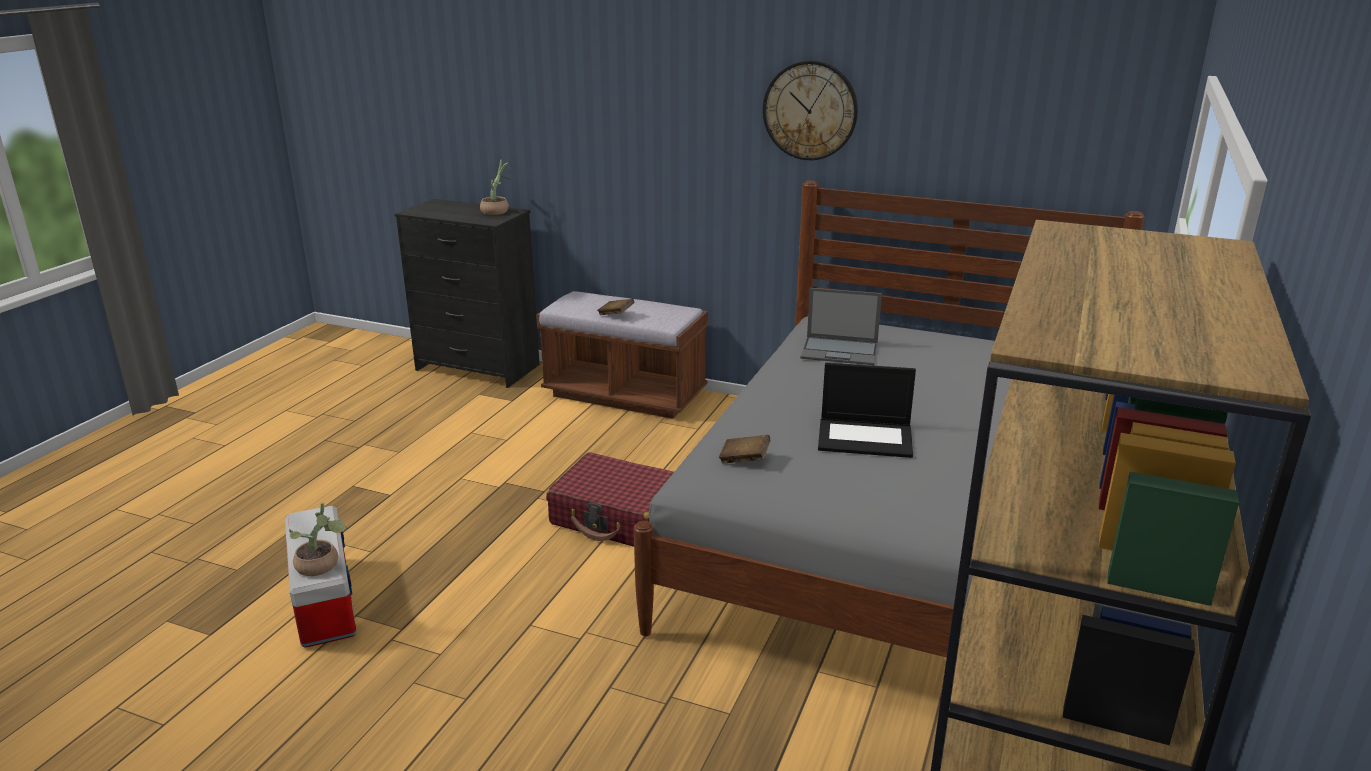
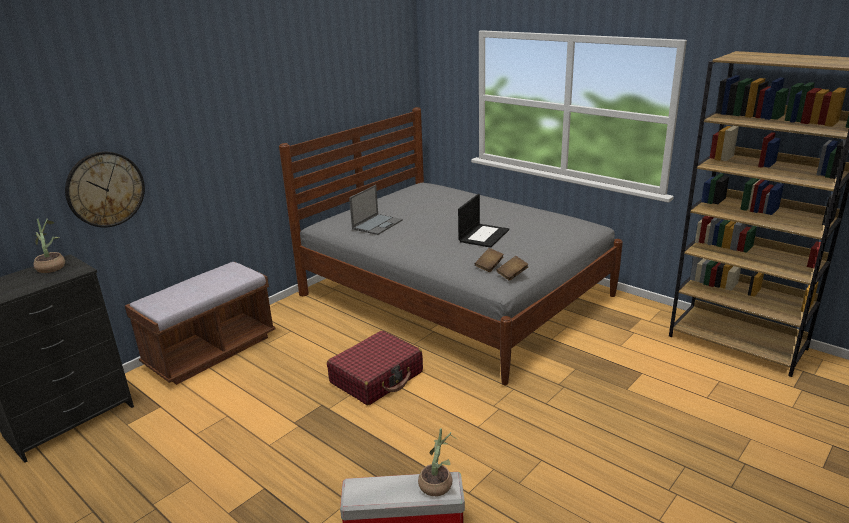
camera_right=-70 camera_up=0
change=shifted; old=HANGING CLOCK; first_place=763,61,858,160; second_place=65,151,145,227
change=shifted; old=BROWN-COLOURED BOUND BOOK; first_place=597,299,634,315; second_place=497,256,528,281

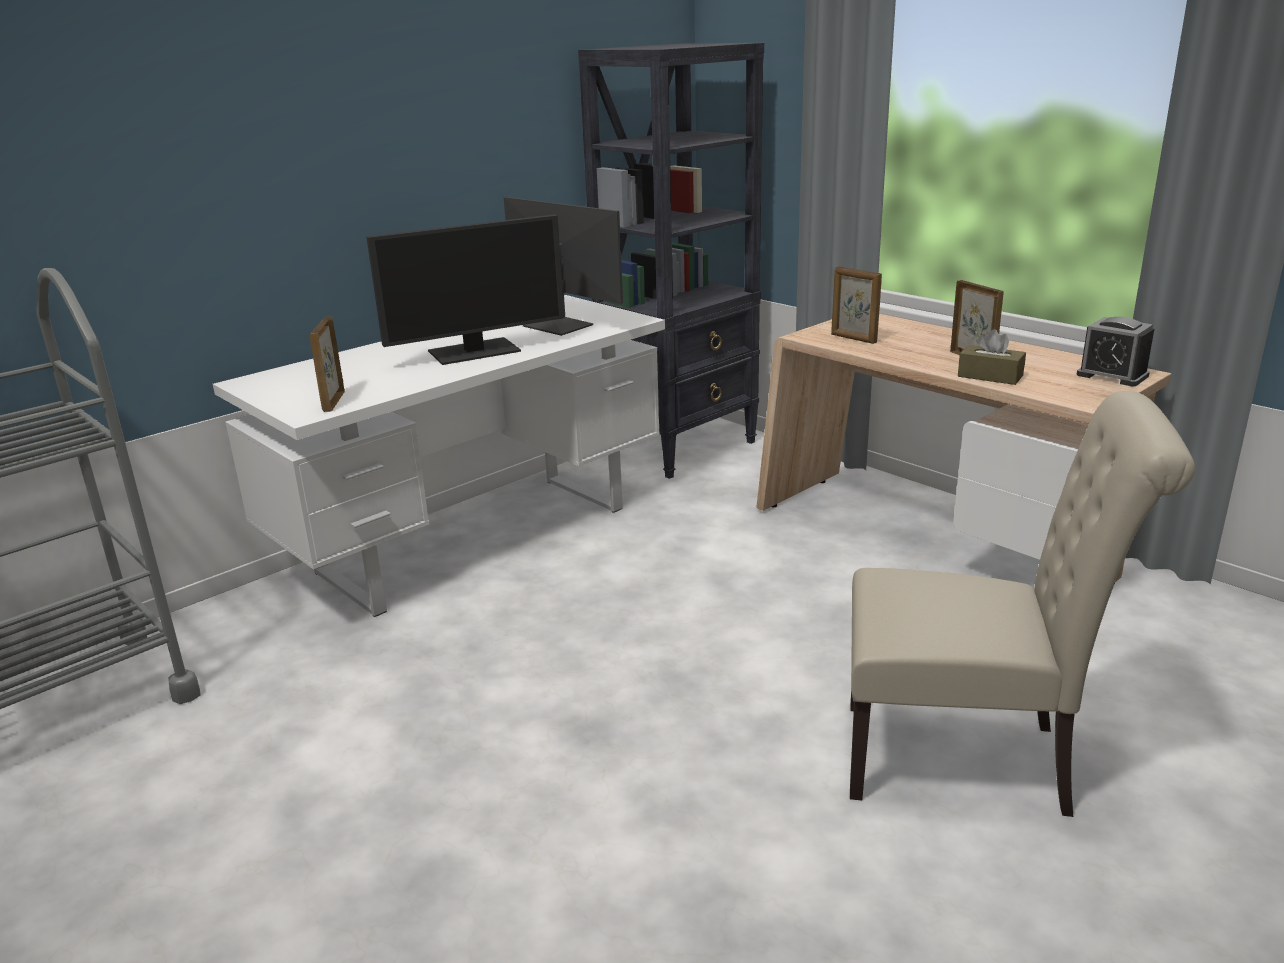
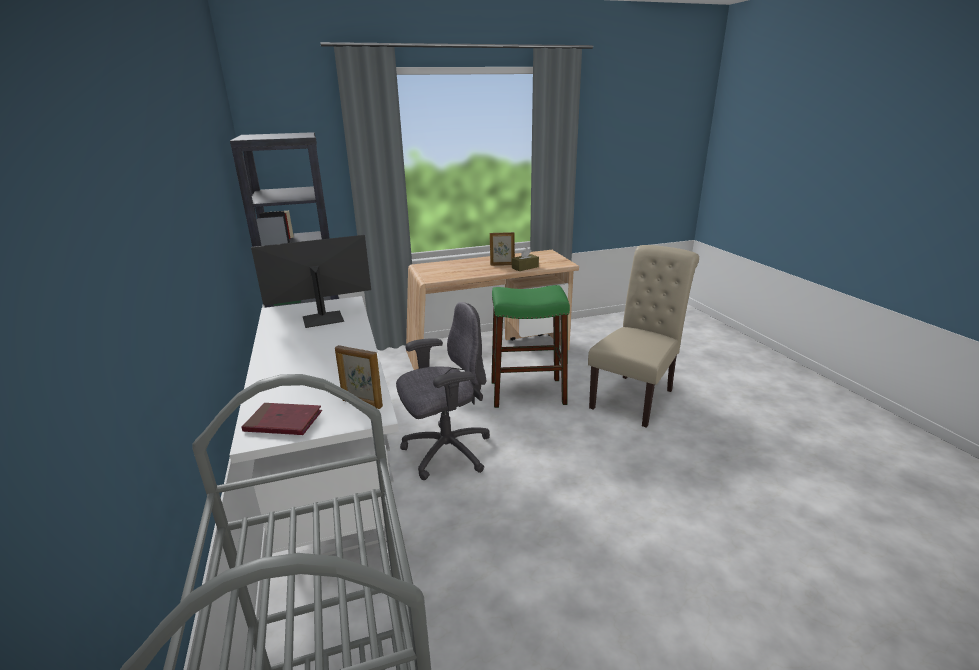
camera_right=-65 camera_up=0
change=gone; old=MONITOR; first_place=367,214,564,365
change=gone; old=PHOTO FRAME; first_place=831,266,882,344
change=gone; old=ALARM CLOCK; first_place=1077,317,1154,386
change=new; new=GREENISH STOOL SEAT; second_place=491,285,570,408
change=new; new=GRAY DESK CHAIR; second_place=396,302,490,480
change=new; new=REDDISH BOUND BOOK; second_place=241,403,322,435

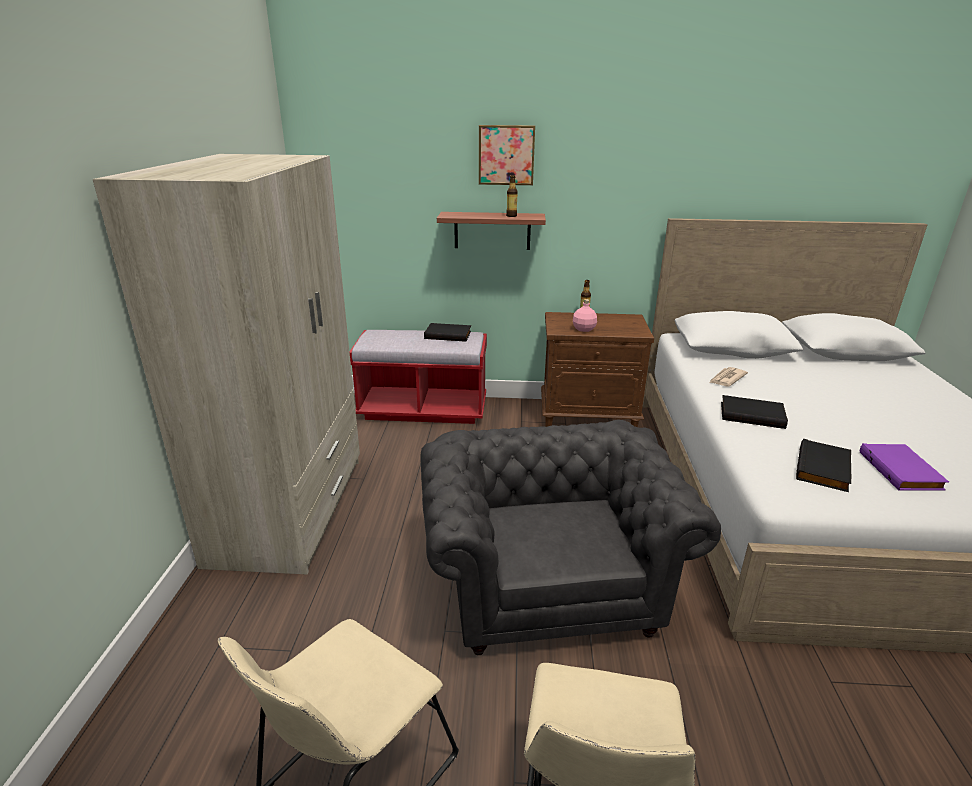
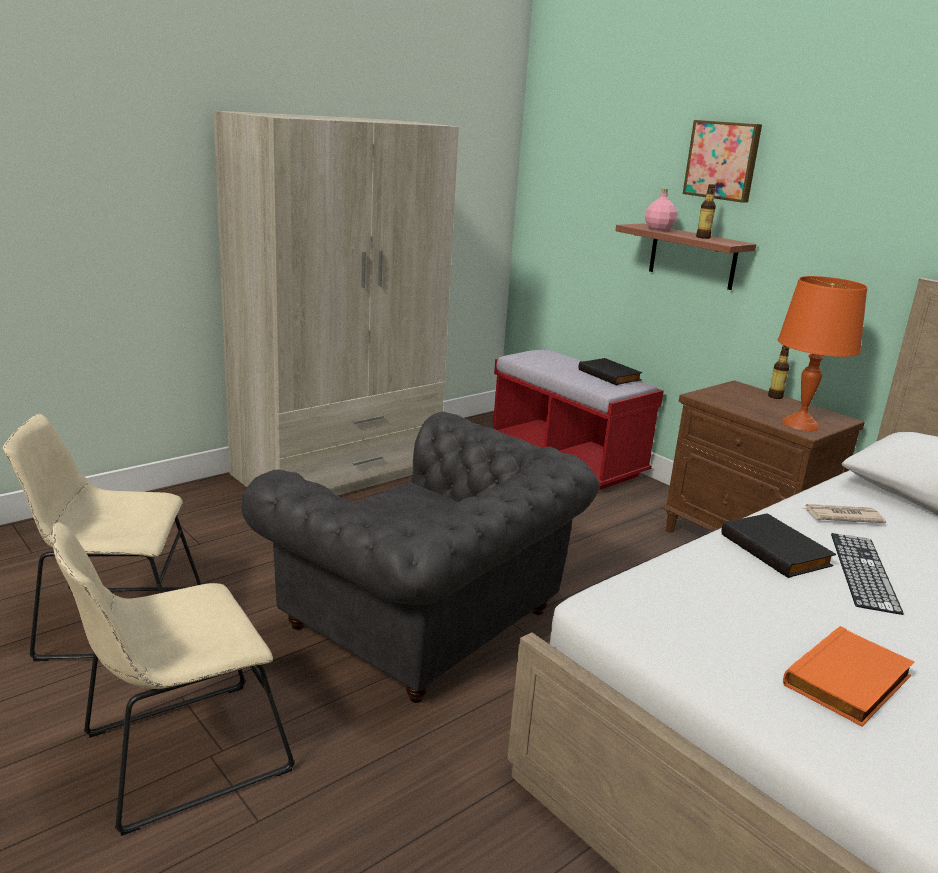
camera_right=45 camera_up=-5
change=shifted; old=PINK-COLOURED BEVERAGE BOTTLE; first_place=573,299,597,332; second_place=645,188,677,231
change=rotated; old=GRAY EASY CHAIR; first_place=420,420,721,655; second_place=241,412,600,703; degrees=90
change=gone; old=BLACK BOUND BOOK; first_place=796,439,851,492
change=repainted; old=PURPLE BOUND BOOK; new=ORANGE BOUND BOOK; first_place=860,443,949,491; second_place=783,626,914,727
change=new; new=ORANGE TABLETOP LAMP; second_place=778,276,867,431
change=new; new=PC KEYBOARD; second_place=831,533,904,615

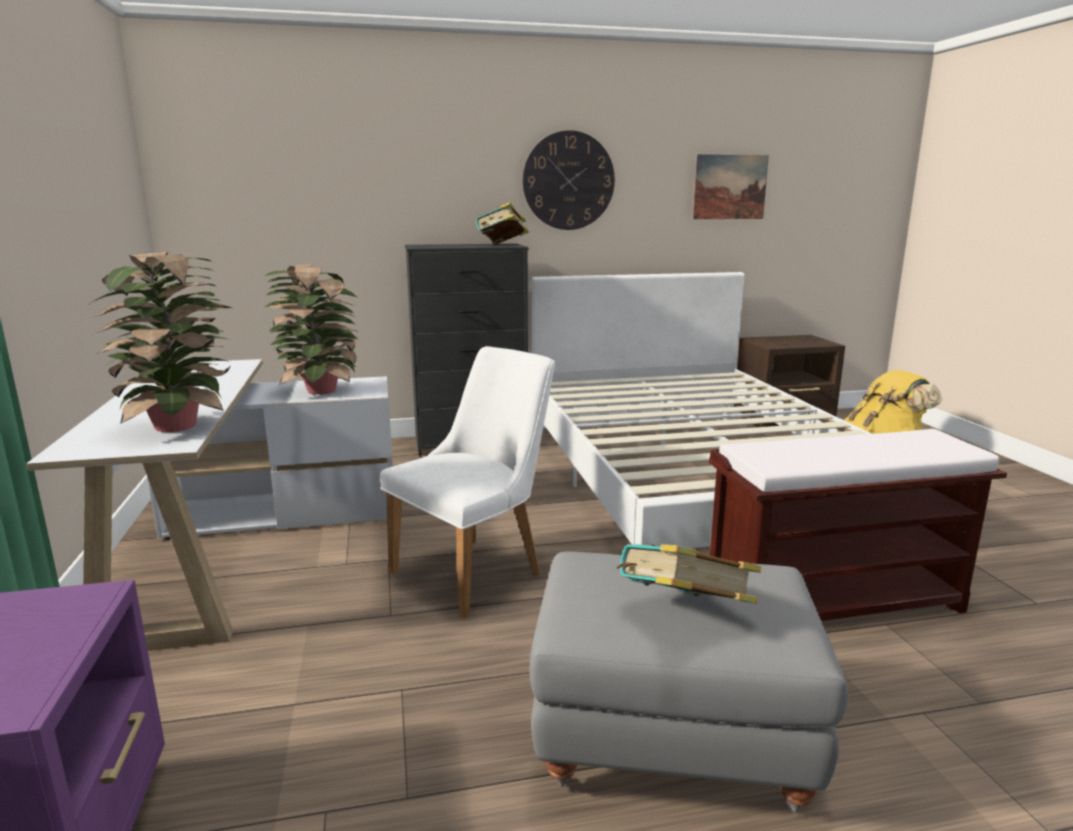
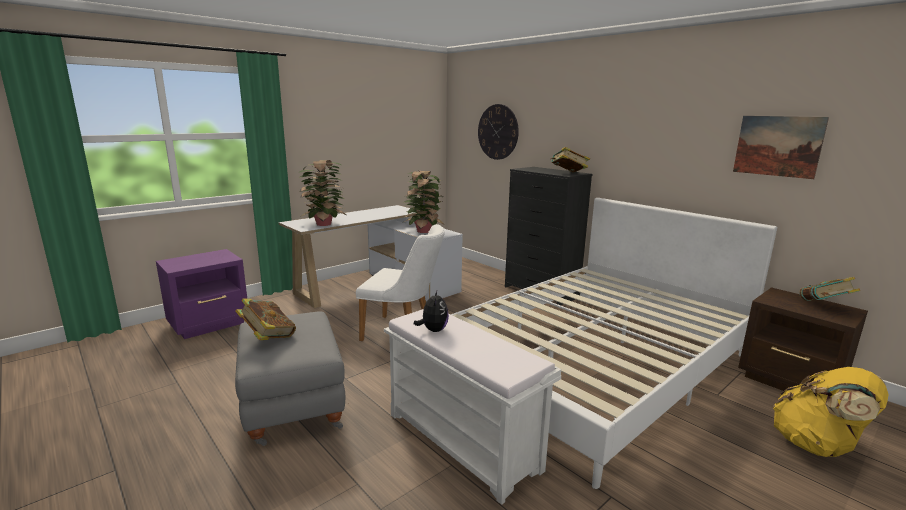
camera_right=60 camera_up=0
change=shifted; old=HANGING CLOCK; first_place=523,130,615,230; second_place=478,104,519,160
change=repainted; old=BROWN-COLOURED INDOOR BENCH; new=WHITE INDOOR BENCH; first_place=709,429,1007,621; second_place=384,309,561,505
change=new; new=BOUND BOOK; second_place=799,277,860,301
change=new; new=PLUSH TOY; second_place=414,291,449,332

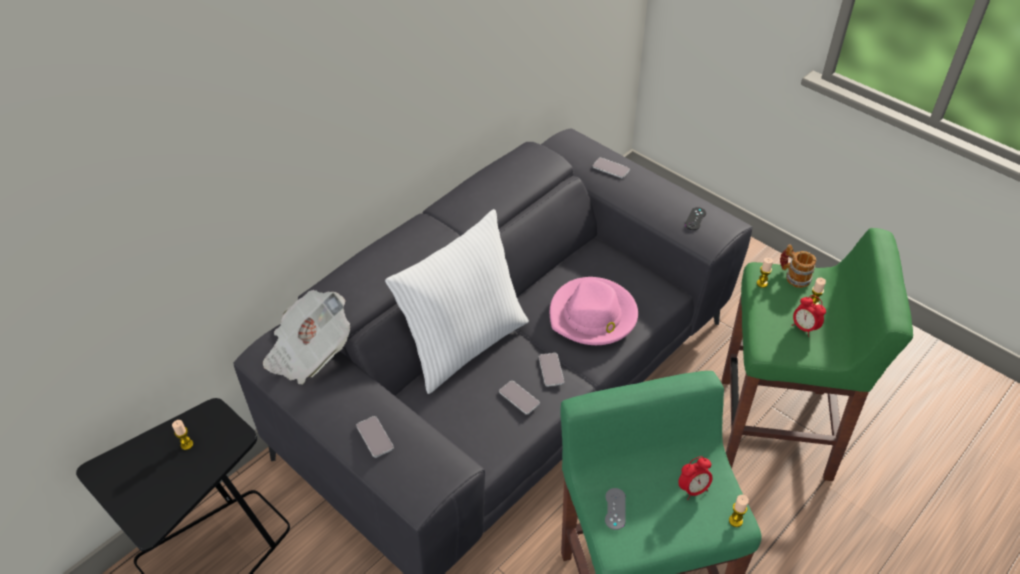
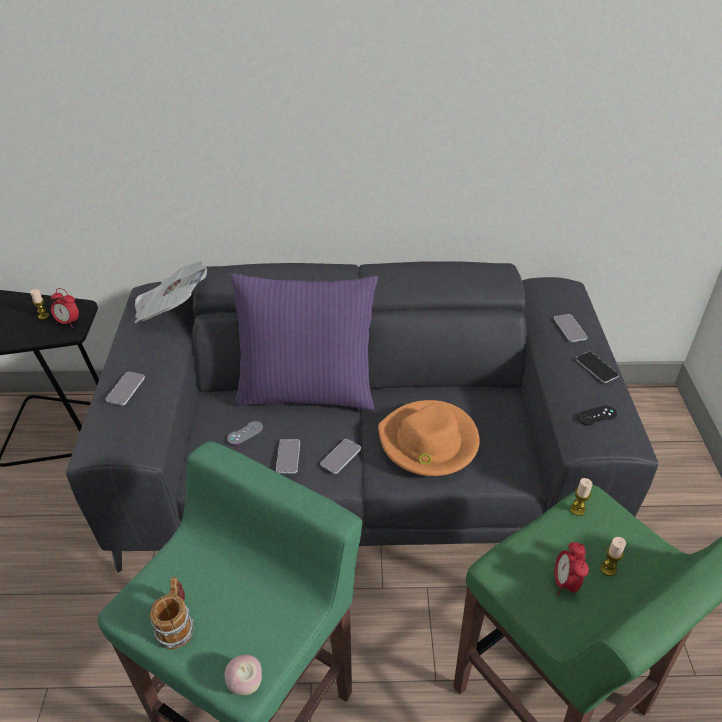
camera_right=45 camera_up=-5
change=repainted; old=WHITE CUSHION; new=PURPLE CUSHION; first_place=385,209,529,394; second_place=230,273,378,410
change=shifted; old=MUG; first_place=780,244,816,288; second_place=150,577,193,650
change=repainted; old=PINK-COLOURED CLOTHING HAT; new=ORANGE CLOTHING HAT; first_place=550,277,638,345; second_place=378,400,480,476
change=shifted; old=ALARM CLOCK; first_place=678,456,713,500; second_place=51,288,79,328
change=shifted; old=GRAY GAMEPAD; first_place=605,488,626,530; second_place=227,421,263,445
change=swapped; old=WAX LIGHT; new=APPLE FRUIT; first_place=729,495,749,527; second_place=225,655,262,695
change=new; new=TELEPHONE; second_place=576,352,619,383

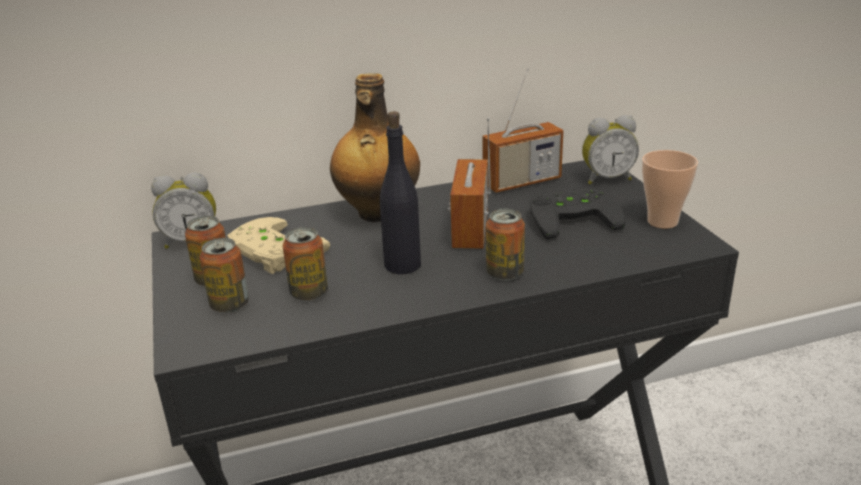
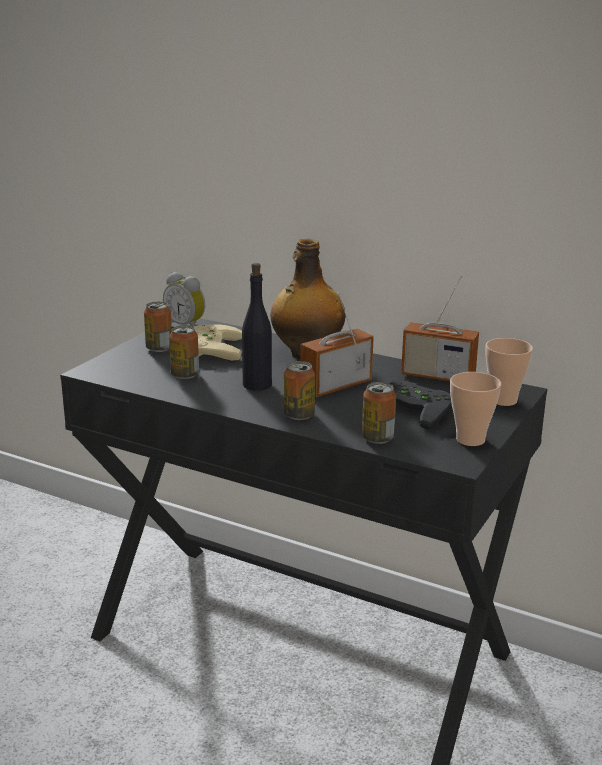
camera_right=45 camera_up=-5
change=swapped; old=ALARM CLOCK; new=CUP; first_place=582,115,639,185; second_place=486,338,533,406
change=shifted; old=METAL CAN; first_place=200,238,249,313; second_place=362,382,396,444

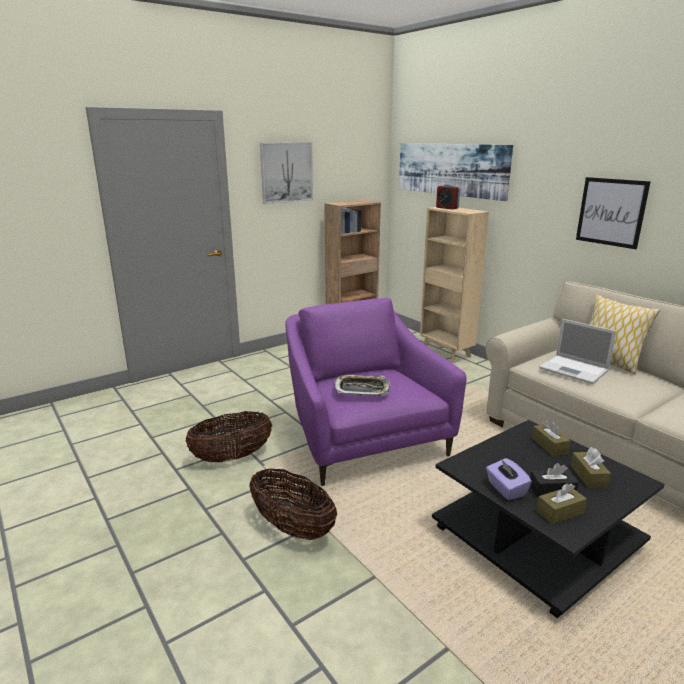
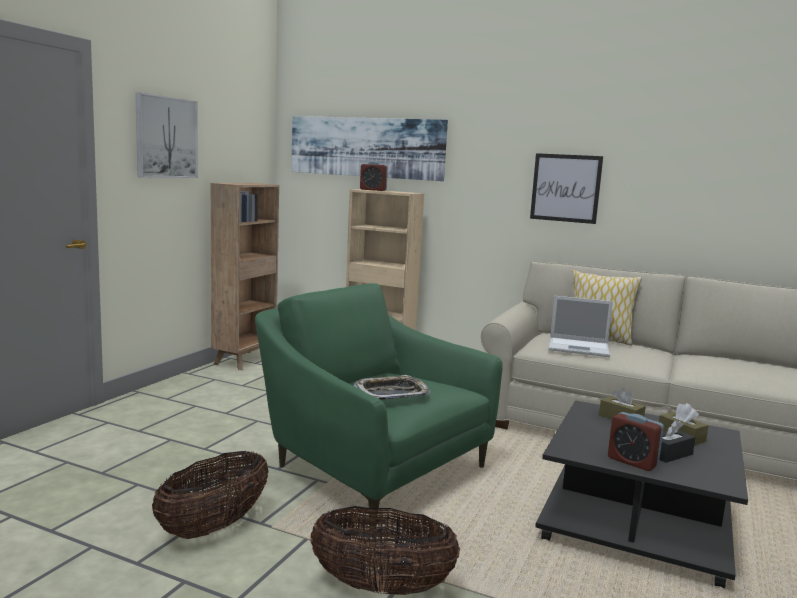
camera_right=-30 camera_up=-10
change=repainted; old=PURPLE EASY CHAIR; new=GREENISH EASY CHAIR; first_place=285,298,467,486; second_place=255,283,503,527
change=swapped; old=PURPLE TISSUE HOLDER; new=ALARM CLOCK; first_place=486,458,532,500; second_place=608,412,664,471
change=gone; old=BROWN-COLOURED TISSUE HOLDER; first_place=536,483,587,524

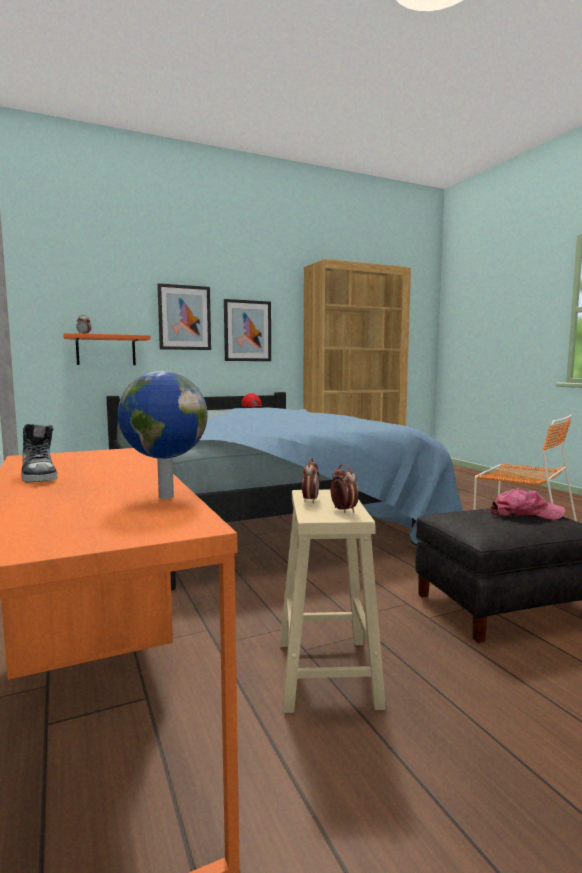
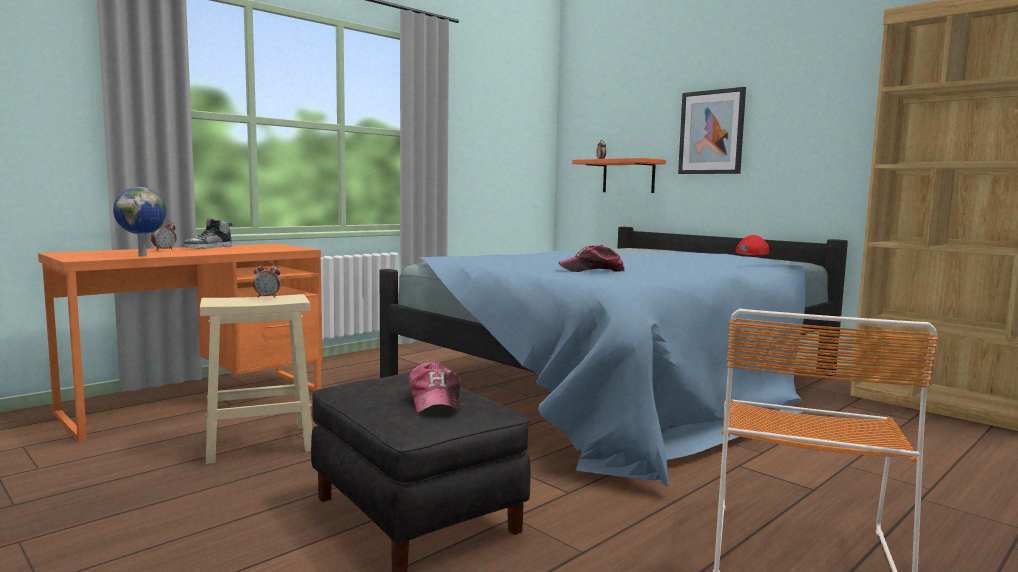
camera_right=70 camera_up=0
change=gone; old=WALL PICTURE; first_place=224,299,271,361
change=shifted; old=ALARM CLOCK; first_place=331,464,359,513; second_place=151,219,176,250
change=new; new=PEAKED CAP; second_place=558,245,625,272

